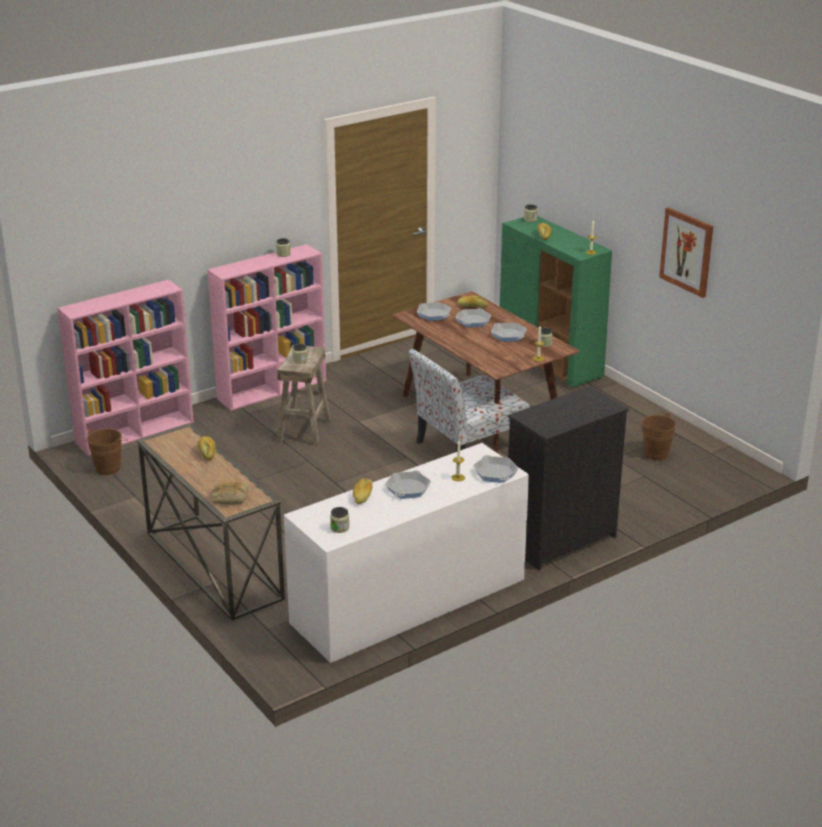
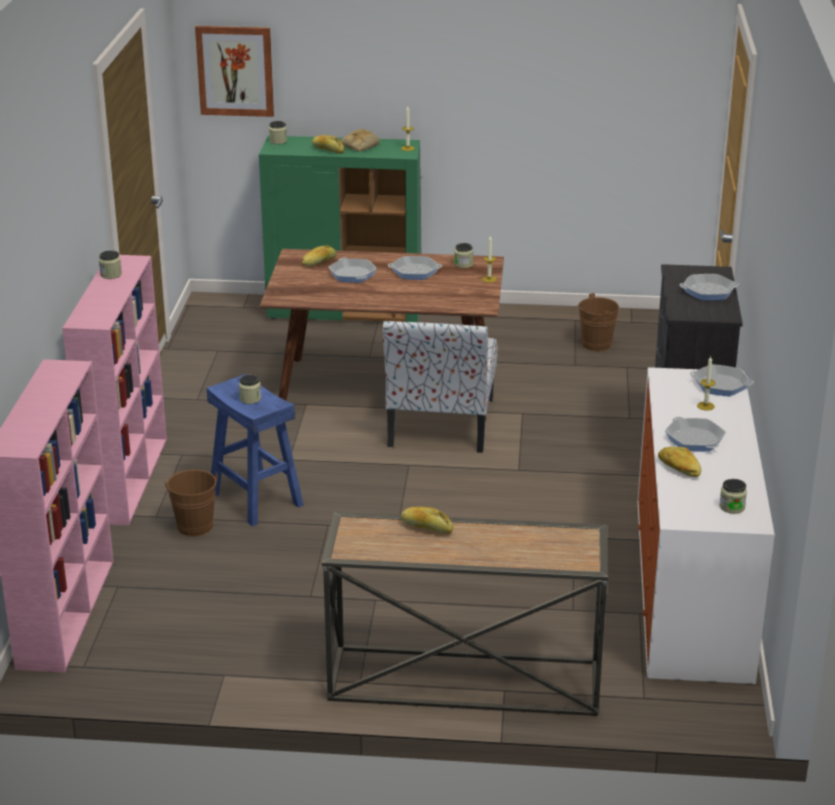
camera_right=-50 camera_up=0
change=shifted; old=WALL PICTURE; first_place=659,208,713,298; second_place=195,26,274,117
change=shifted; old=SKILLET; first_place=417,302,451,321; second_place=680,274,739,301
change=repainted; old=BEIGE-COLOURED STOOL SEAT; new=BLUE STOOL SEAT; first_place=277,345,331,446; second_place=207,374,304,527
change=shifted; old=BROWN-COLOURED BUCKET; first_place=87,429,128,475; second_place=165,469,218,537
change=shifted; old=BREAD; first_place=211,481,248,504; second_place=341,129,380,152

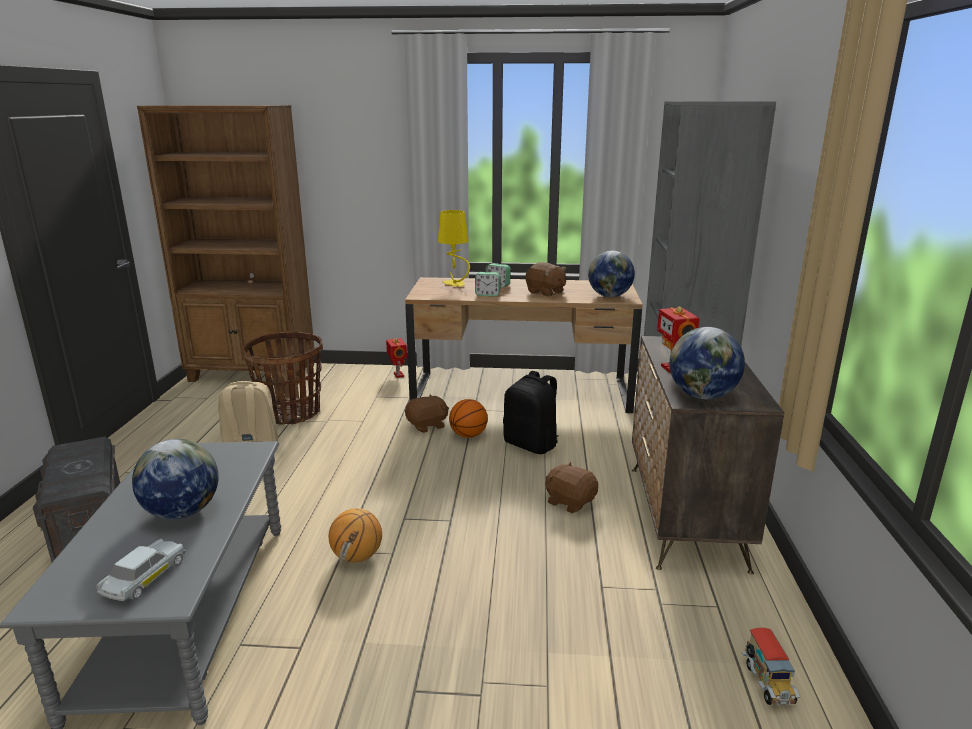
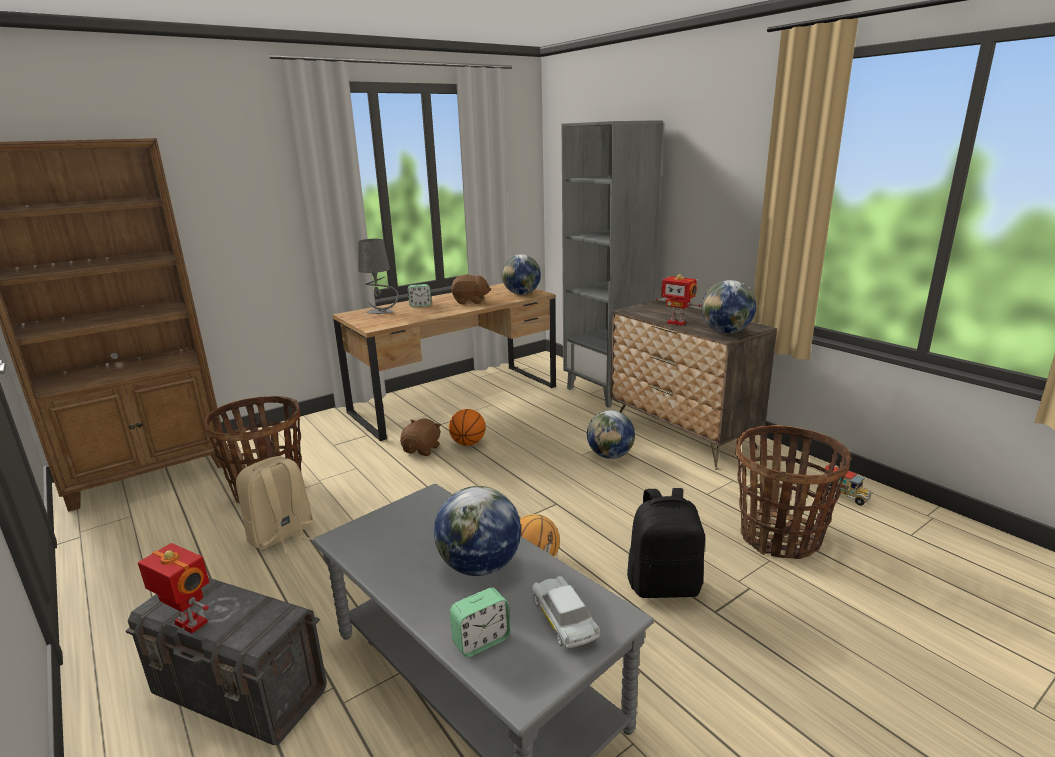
camera_right=-40 camera_up=0
change=repainted; old=YELLOW TABLETOP LAMP; new=GRAY TABLETOP LAMP; first_place=438,210,470,286; second_place=358,239,399,314
change=shifted; old=ALARM CLOCK; first_place=475,272,500,296; second_place=450,588,510,657
change=shifted; old=TOY ROBOT; first_place=386,338,407,378; second_place=138,543,209,634
change=shifted; old=BLACK BACKPACK; first_place=503,371,558,454; second_place=627,488,705,598
change=swapped; old=BROWN-COLOURED PLUSH TOY; new=DESK GLOBE; first_place=545,462,598,513; second_place=587,410,635,459
change=new; new=HOUSEHOLD BASKET; second_place=735,425,851,559

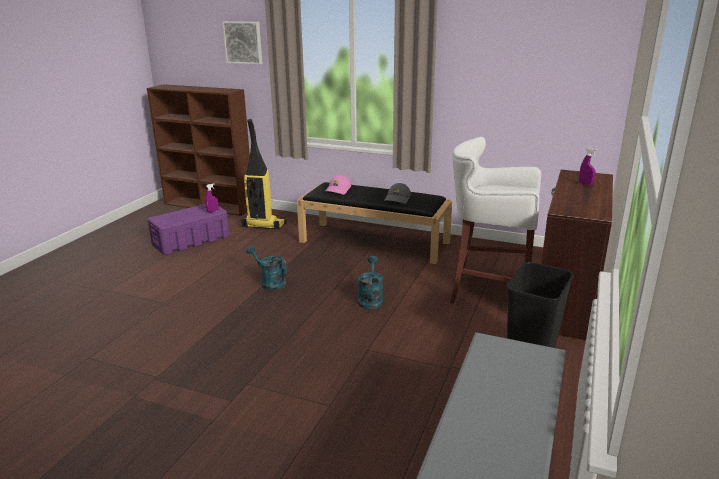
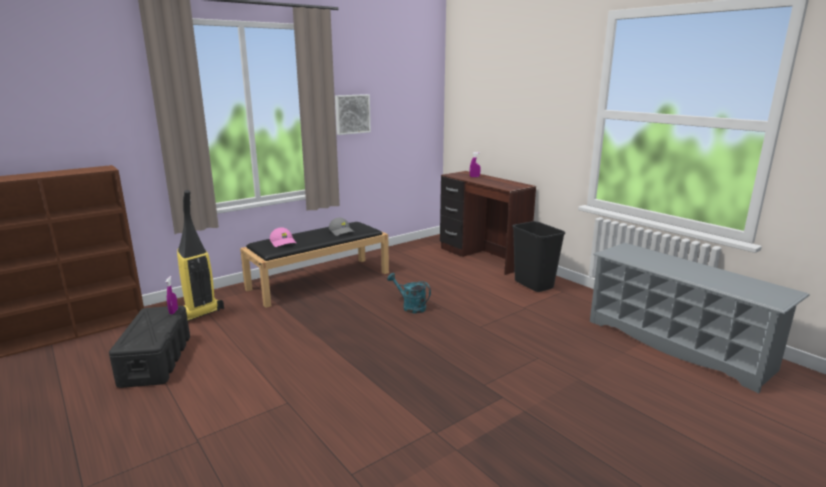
camera_right=-60 camera_up=-5
change=shifted; old=WALL PICTURE; first_place=222,21,263,65; second_place=335,94,371,135
change=gone; old=WHITE STOOL SEAT; first_place=450,137,541,304
change=repainted; old=PURPLE STORAGE BIN; new=BLACK STORAGE BIN; first_place=148,204,230,255; second_place=109,306,190,388
change=gone; old=BLUE-GREEN SPRINKLING CAN; first_place=247,245,287,290

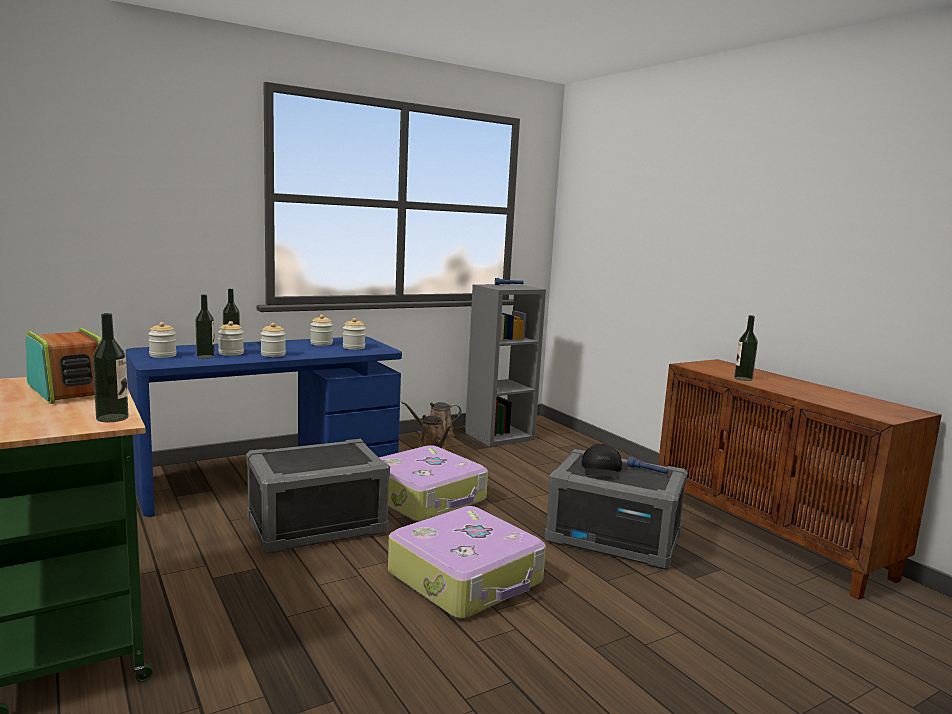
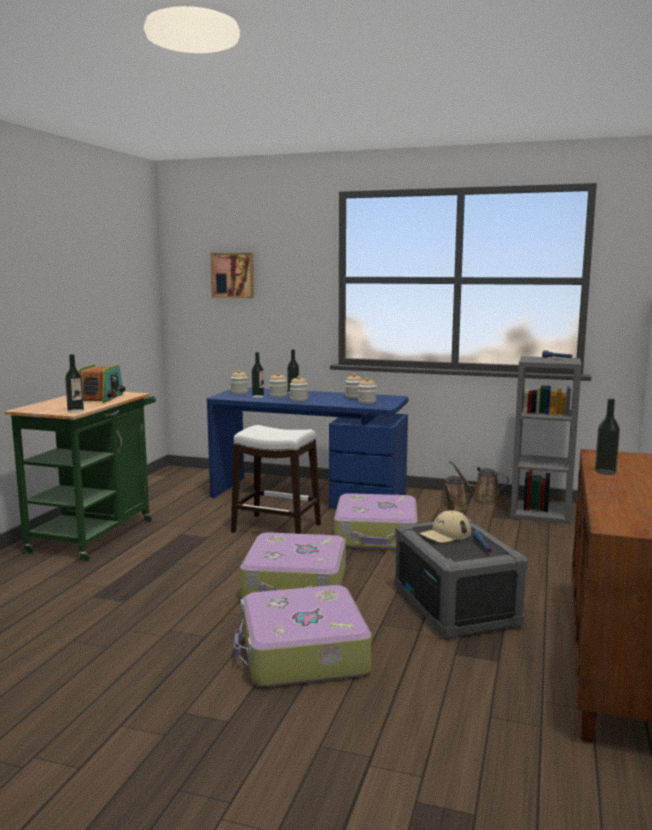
camera_right=50 camera_up=0
change=swapped; old=GRAY STORAGE BIN; new=WHITE STOOL SEAT; first_place=246,439,390,554; second_place=231,425,321,534
change=repainted; old=BLACK PEAKED CAP; new=BEIGE-COLOURED PEAKED CAP; first_place=582,444,622,478; second_place=420,511,471,543
change=new; new=WALL PICTURE; second_place=210,253,254,298
change=new; new=TRAVEL CASE; second_place=234,585,371,687

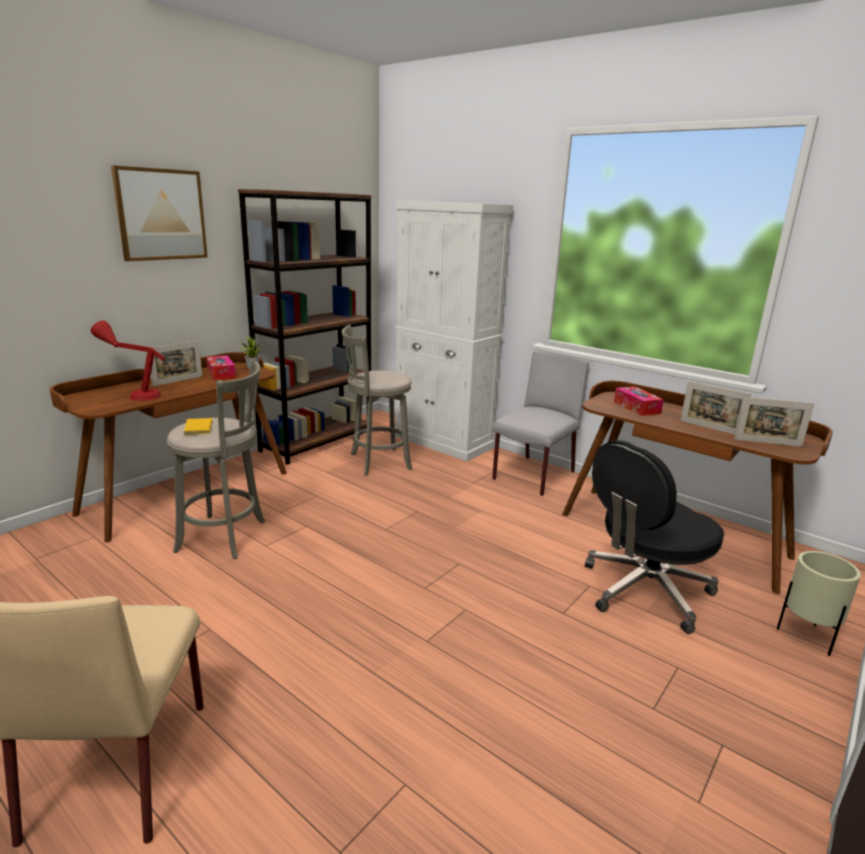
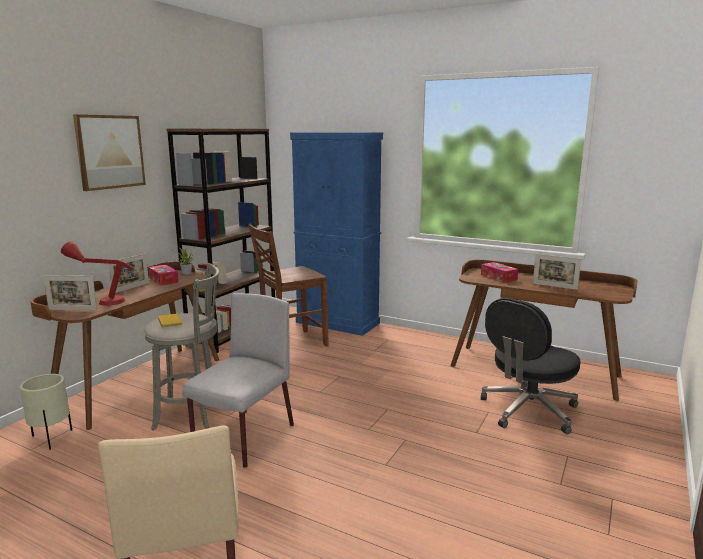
camera_right=-10 camera_up=-5
change=repainted; old=WHITE CABINET; new=BLUE CABINET; first_place=395,201,513,461; second_place=290,132,383,336
change=swapped; old=GRAY STOOL SEAT; new=BROWN-COLOURED CHAIR; first_place=342,325,412,476; second_place=248,224,329,346
change=shifted; old=GRAY CHAIR; first_place=492,351,589,496; second_place=182,293,294,468
change=shifted; old=PHOTO FRAME; first_place=734,397,814,447; second_place=43,275,97,310
change=shifted; old=BEIGE-COLOURED PLANTER; first_place=777,551,861,656; second_place=20,374,72,450

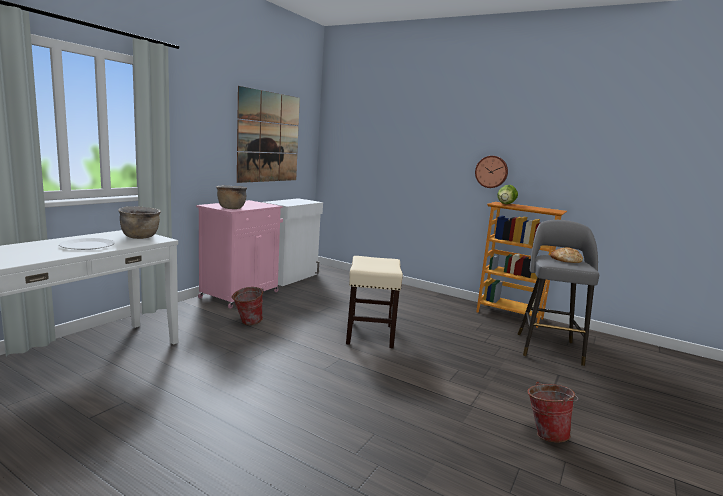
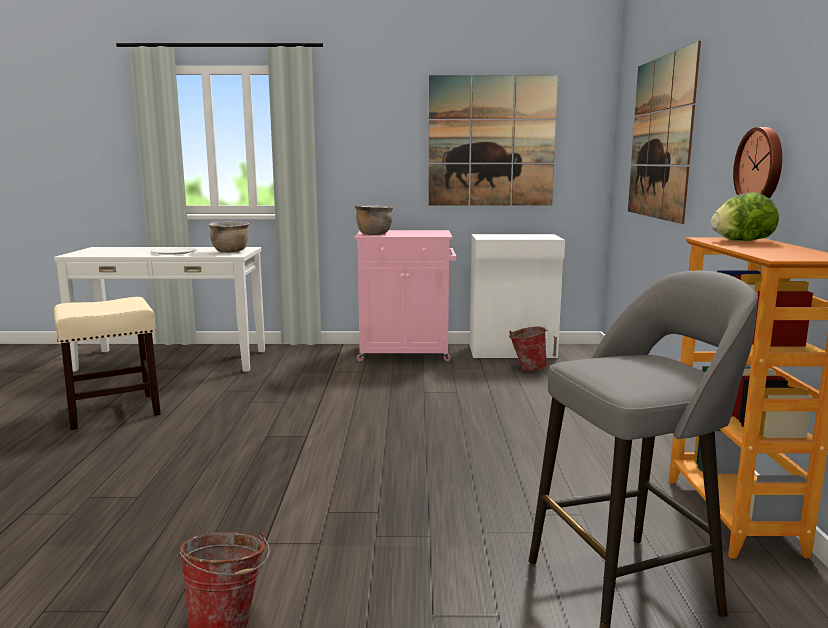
camera_right=60 camera_up=0
change=gone; old=BREAD; first_place=550,247,583,263
change=shifted; old=BEIGE-COLOURED STOOL SEAT; first_place=346,256,403,348; second_place=54,297,161,430
change=shifted; old=BUCKET; first_place=231,287,264,325; second_place=509,327,548,372
change=new; new=WALL PICTURE; second_place=628,41,701,224

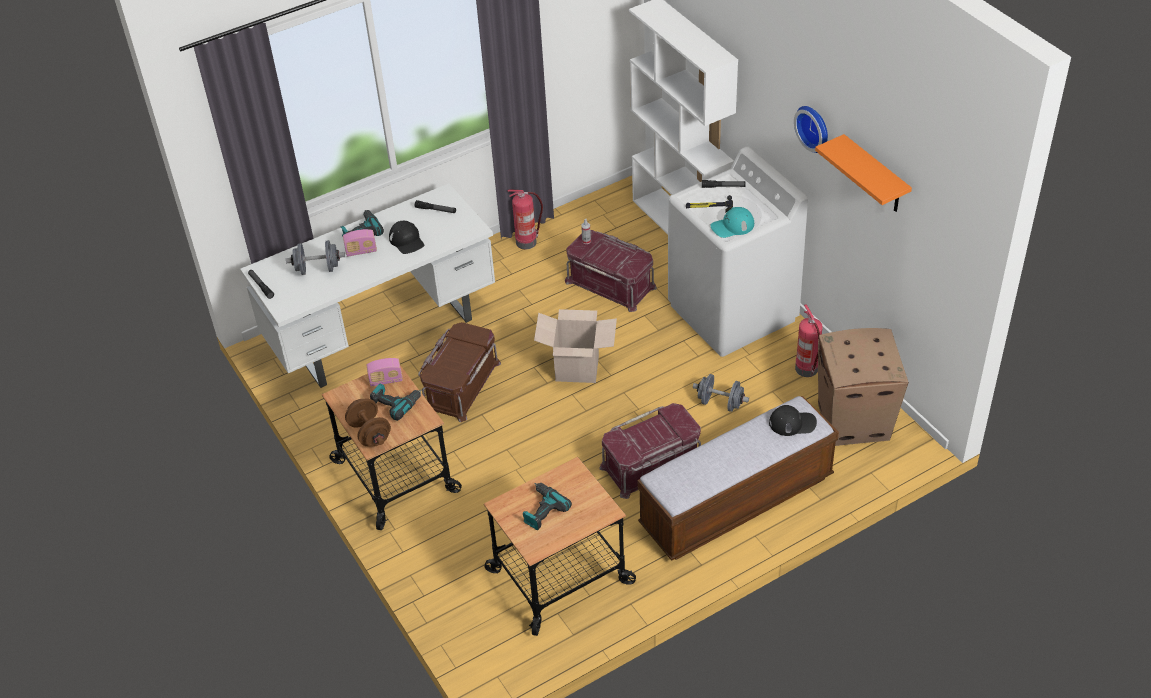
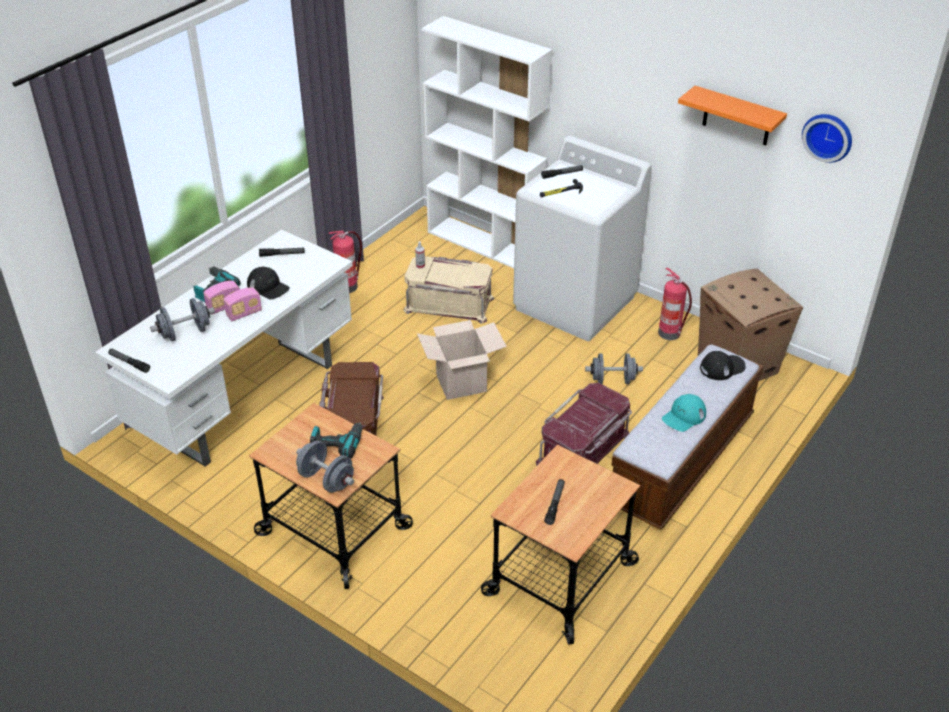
camera_right=-25 camera_up=-5
change=shifted; old=HANGING CLOCK; first_place=794,106,828,153; second_place=802,114,852,163
change=shifted; old=BLUE-GREEN PEAKED CAP; first_place=711,207,754,238; second_place=662,394,706,432
change=repainted; old=REDDISH STORAGE BIN; new=BEIGE-COLOURED STORAGE BIN; first_place=565,230,657,312; second_place=404,256,494,324
change=shifted; old=RADIO SET; first_place=366,358,403,387; second_place=223,287,262,321
change=repainted; old=BROWN-COLOURED HAND WEIGHT; new=GRAY HAND WEIGHT; first_place=345,399,391,447; second_place=296,441,354,493
change=swapped; old=DRILL; new=FLASHLIGHT; first_place=523,483,572,530; second_place=544,479,565,525

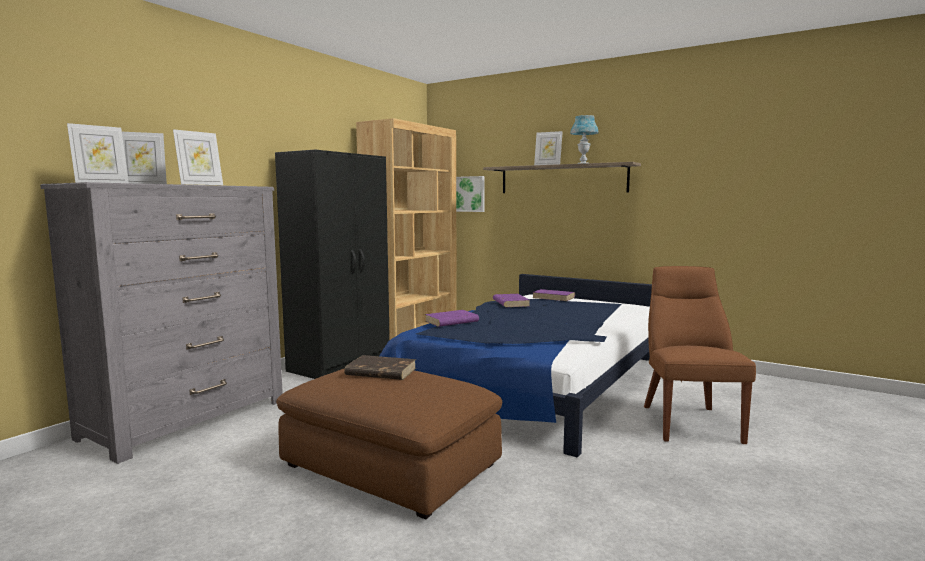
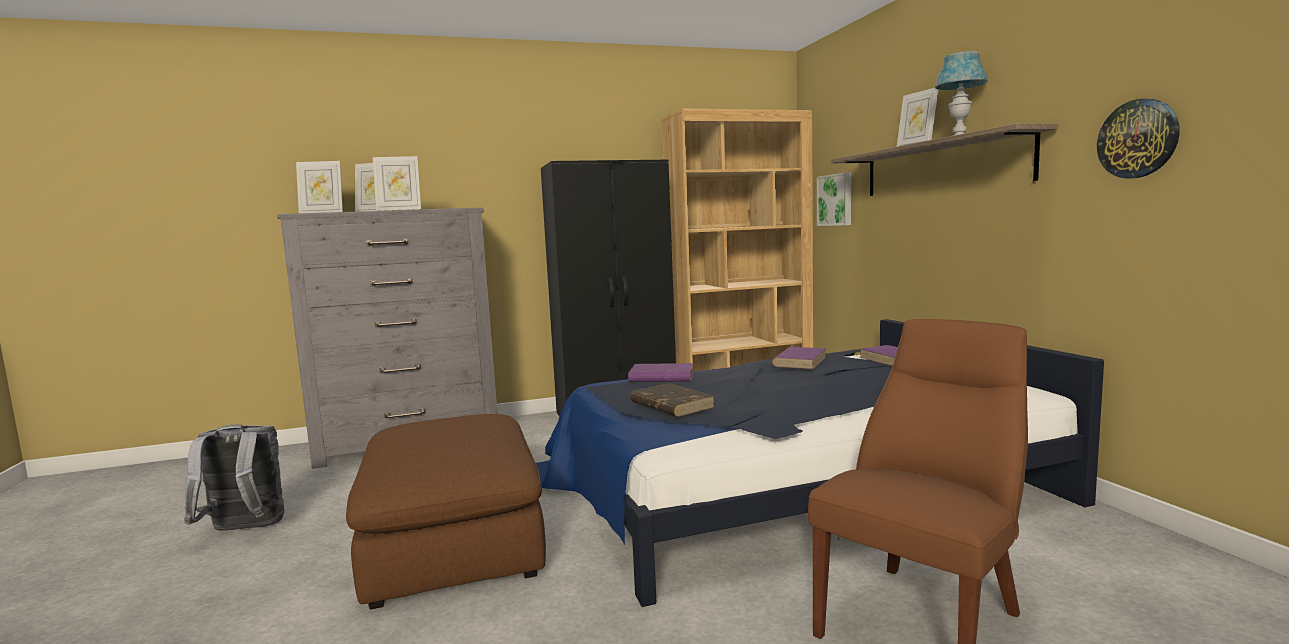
camera_right=40 camera_up=0
change=shifted; old=BROWN-COLOURED BOUND BOOK; first_place=344,355,416,380; second_place=630,383,715,417
change=new; new=HANGING CLOCK; second_place=1097,99,1180,179
change=new; new=GRAY BACKPACK; second_place=184,424,284,531

